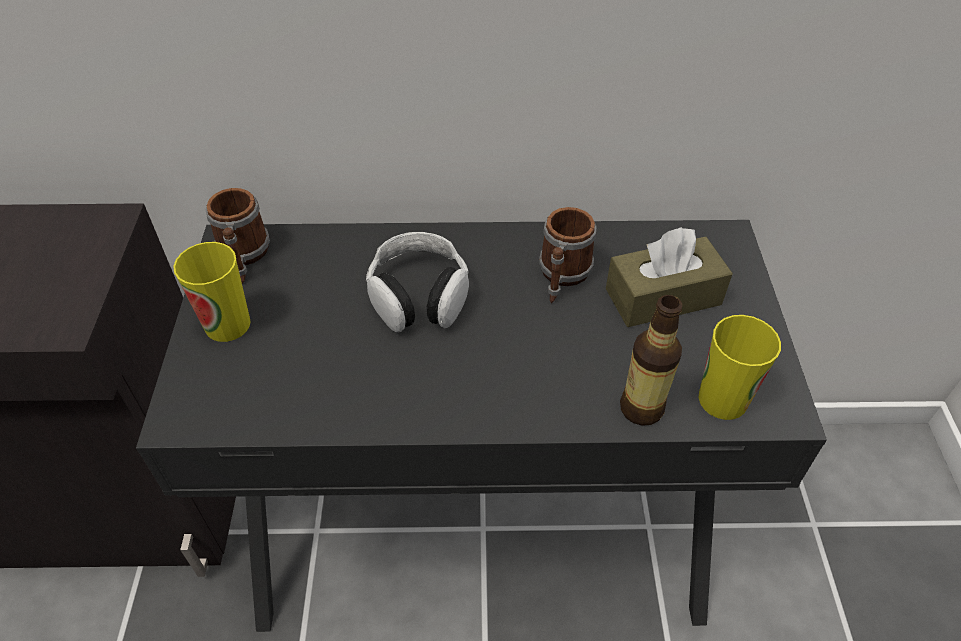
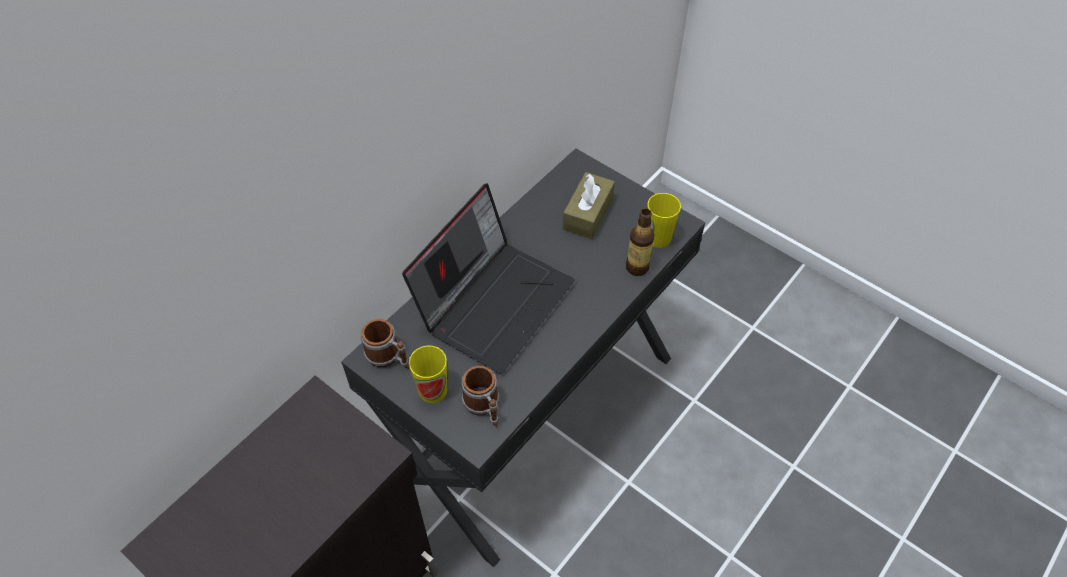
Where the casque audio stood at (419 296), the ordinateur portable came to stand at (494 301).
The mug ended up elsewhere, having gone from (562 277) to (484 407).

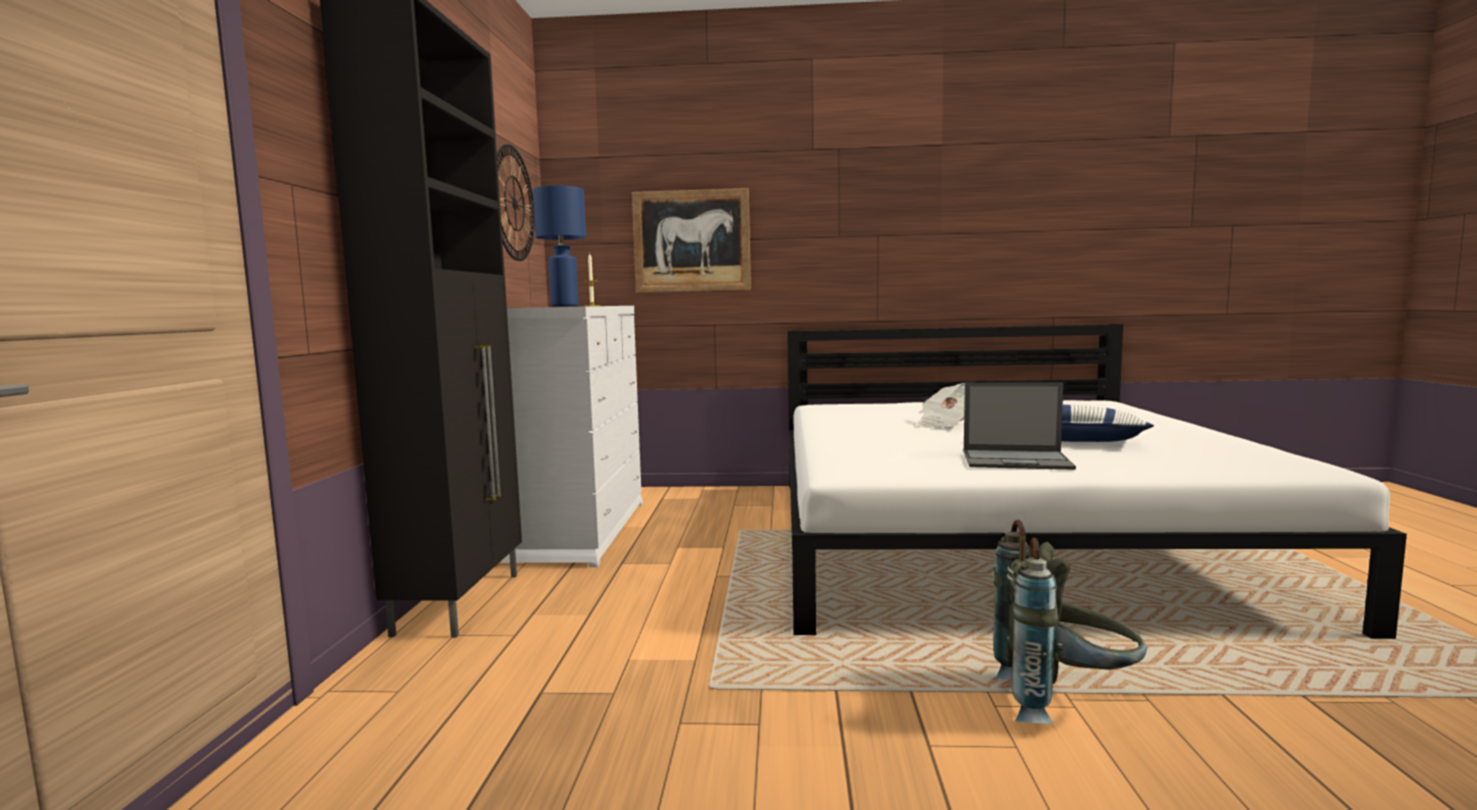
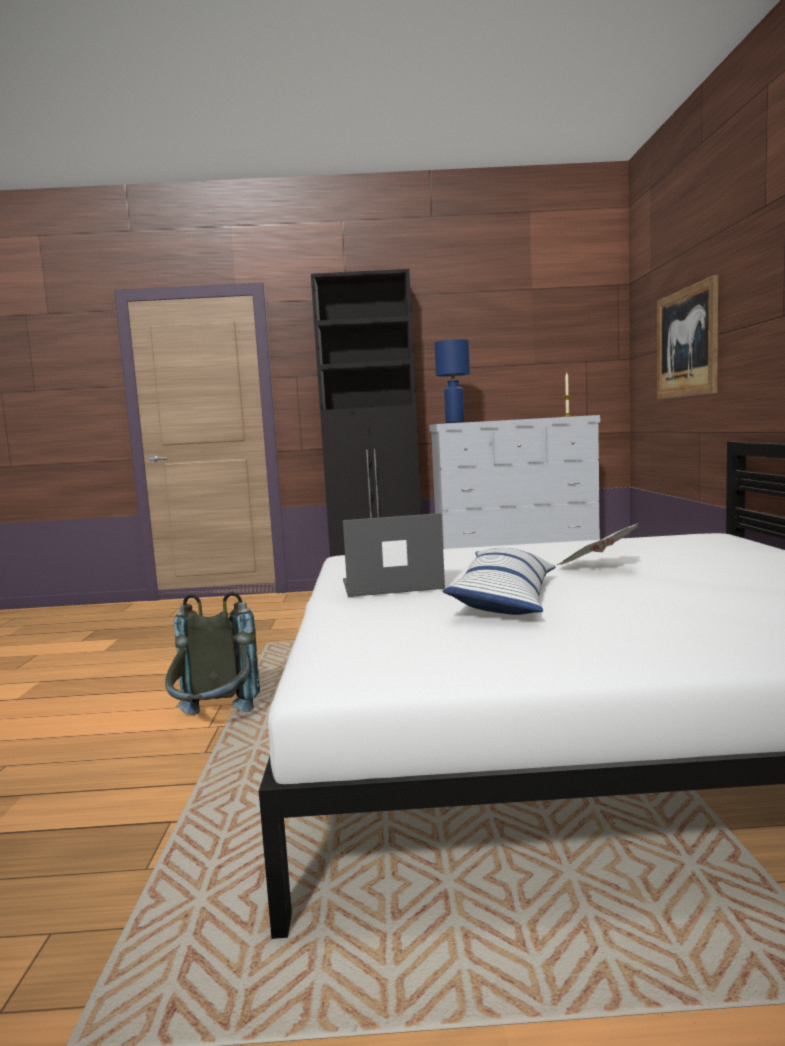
The second view lost the horloge murale at (514 203).
The ordinateur portable at (1017 460) ended up facing another way, 75 degrees clockwise from before.

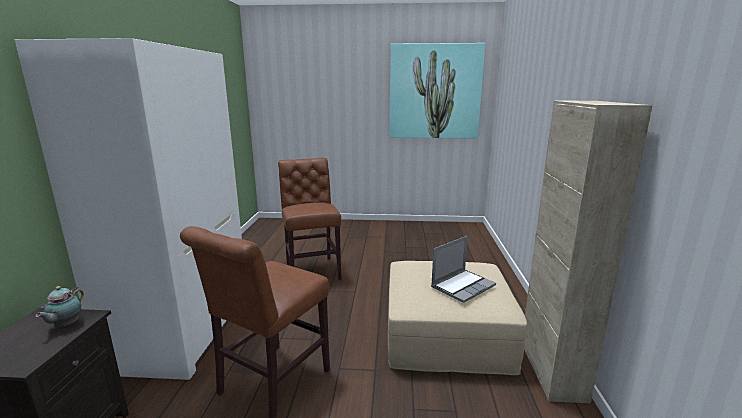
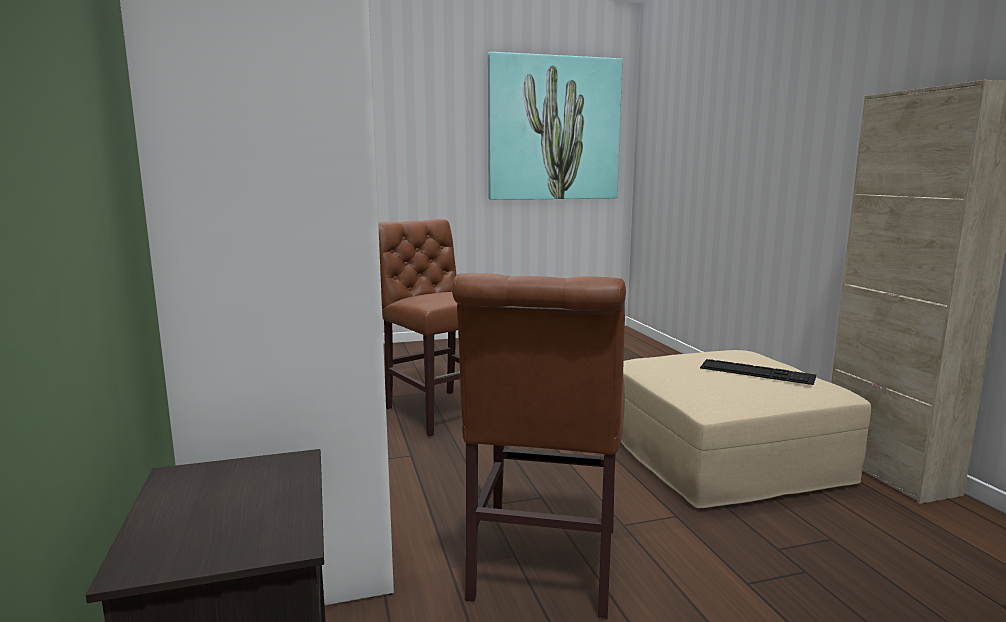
The second view lost the théière at (66 325).
Where the ordinateur portable stood at (463 286), the clavier came to stand at (756 372).

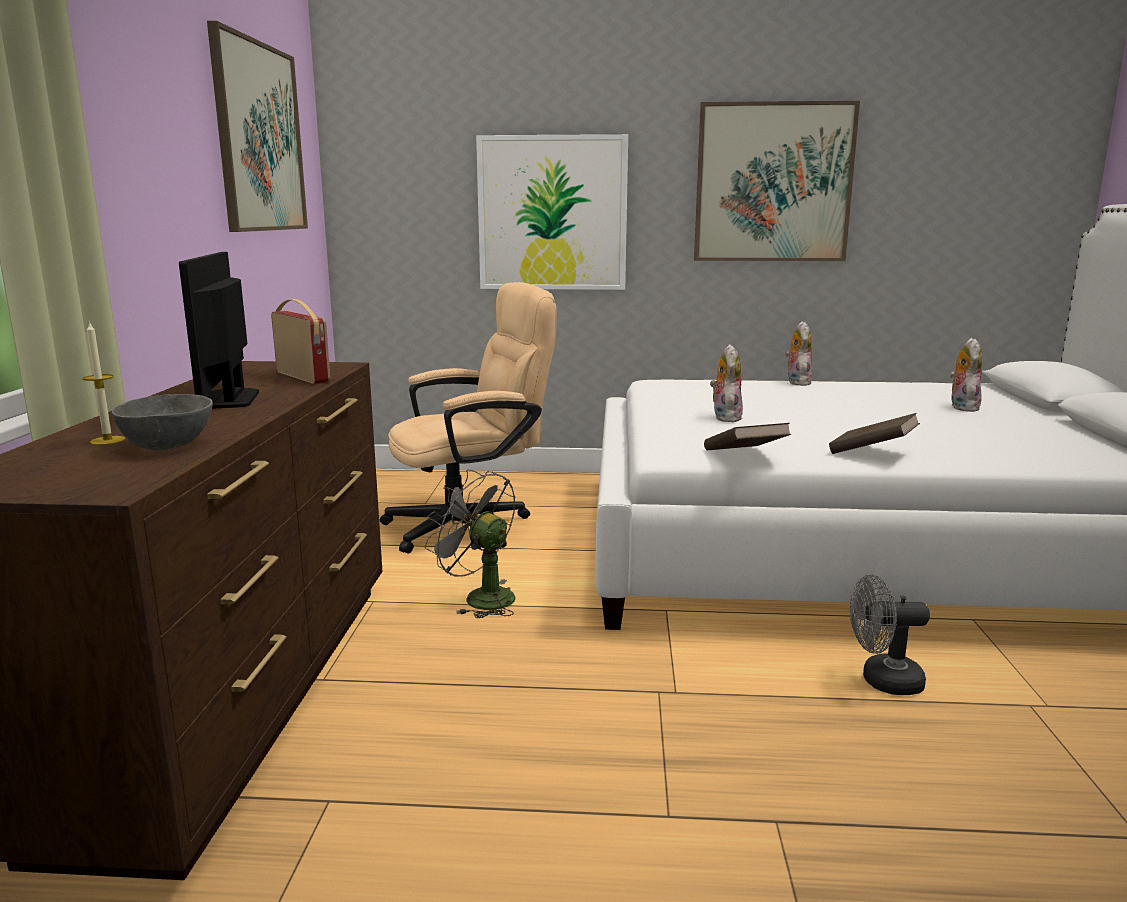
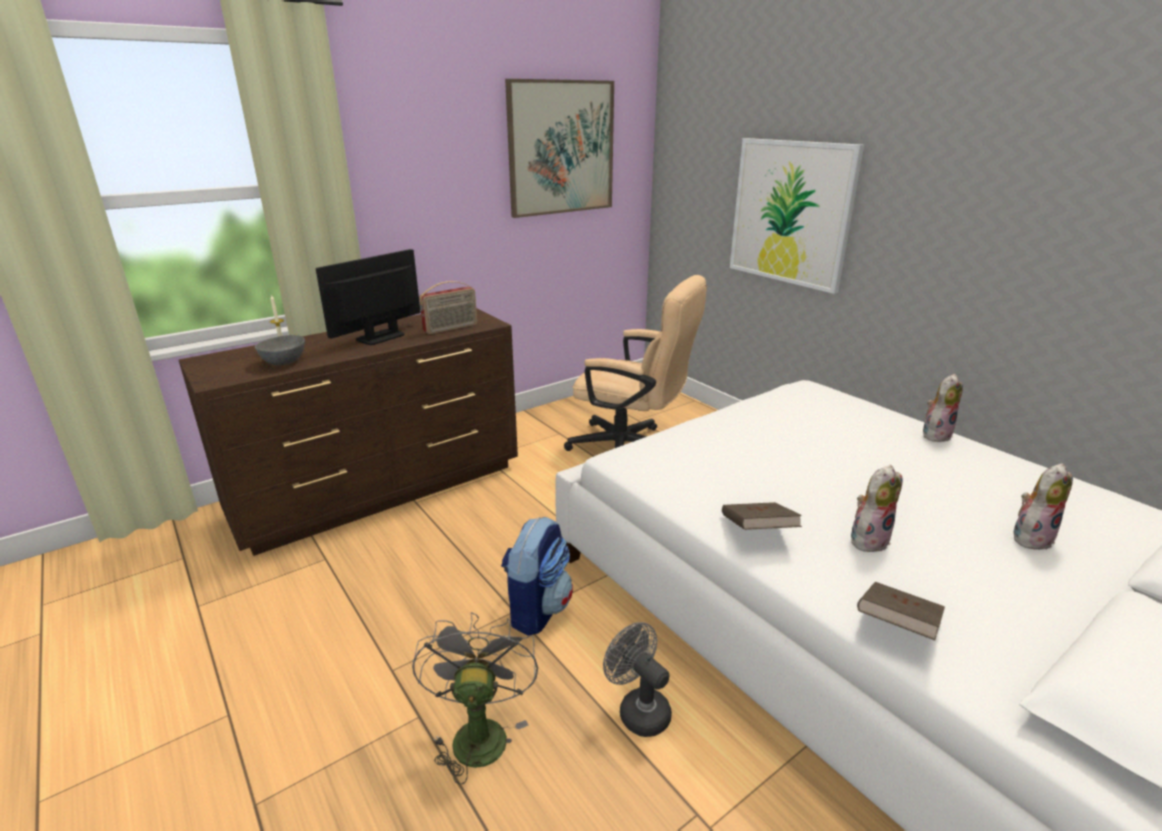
The radio at (304 376) ended up facing another way, 45 degrees clockwise from before.
The ventilateur/gris ended up elsewhere, having gone from (480 597) to (478 732).
The second view lost the tableau at (773 183).
The livre/marron ended up elsewhere, having gone from (744 456) to (896 626).
The peluche ended up elsewhere, having gone from (725 417) to (868 539).
The second view gained the sac à dos at (537 609).

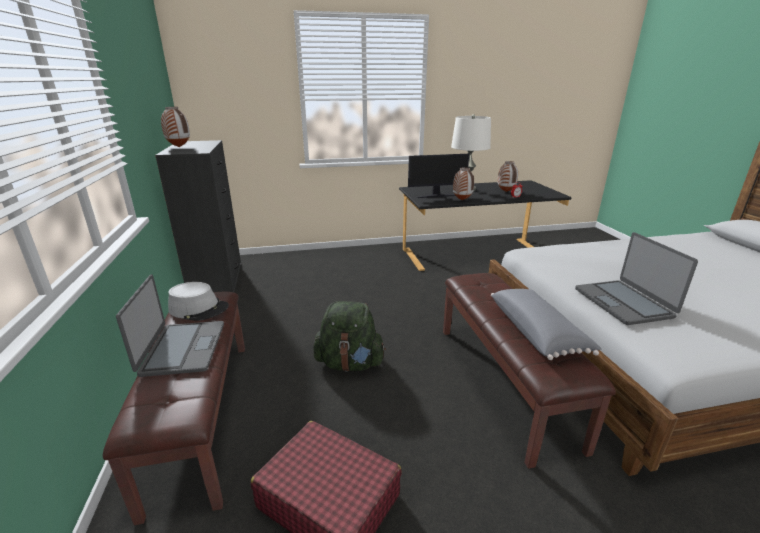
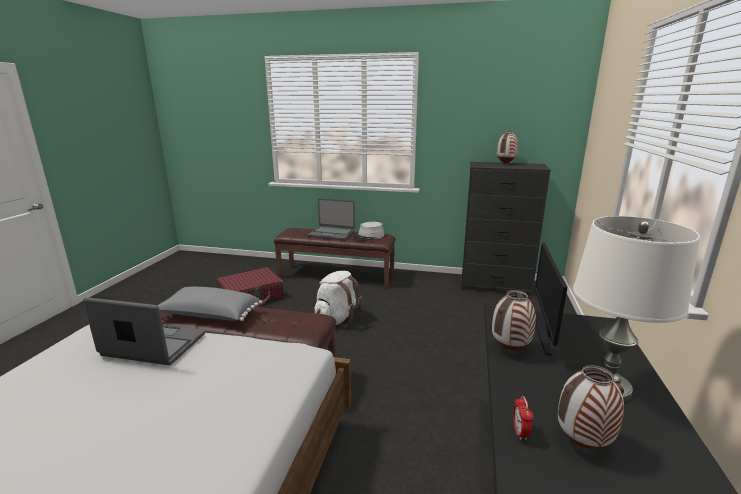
What was the sac à dos/vert at (350 363) turned into the sac à dos/blanc at (337 319).

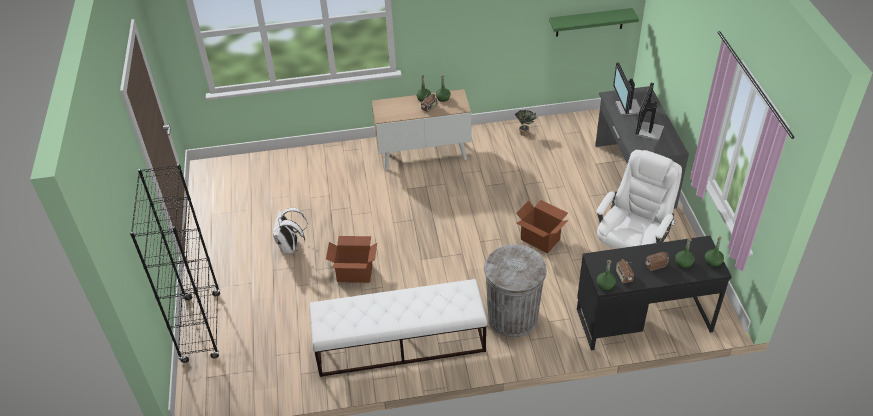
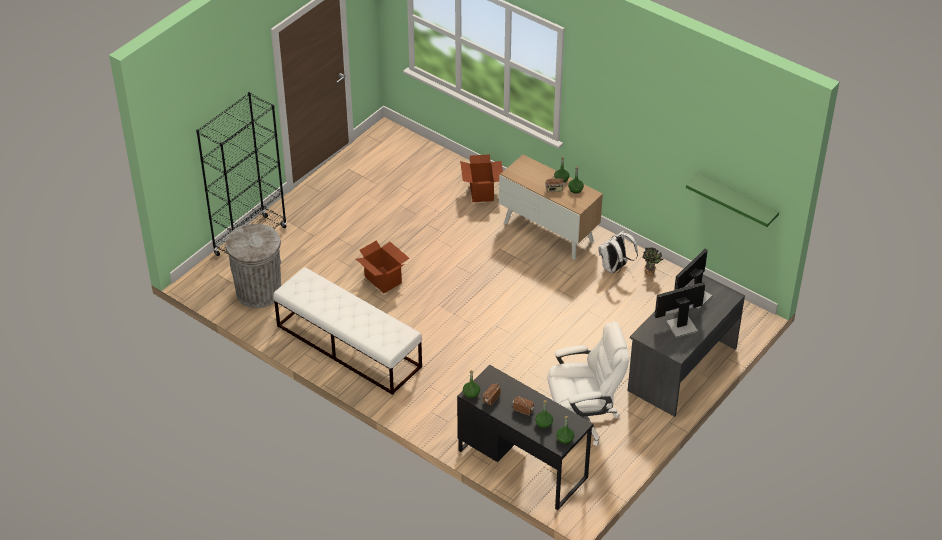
The sac à dos/blanc ended up elsewhere, having gone from (291 247) to (615 268).
The poubelle/gris ended up elsewhere, having gone from (513 317) to (259 292).
The carton ended up elsewhere, having gone from (540 239) to (482 191).

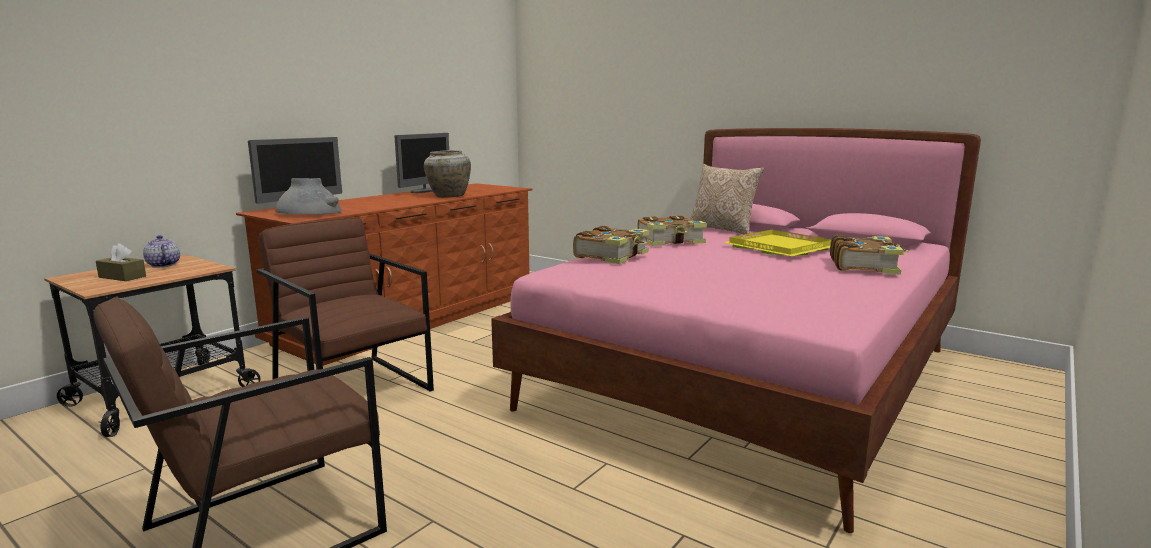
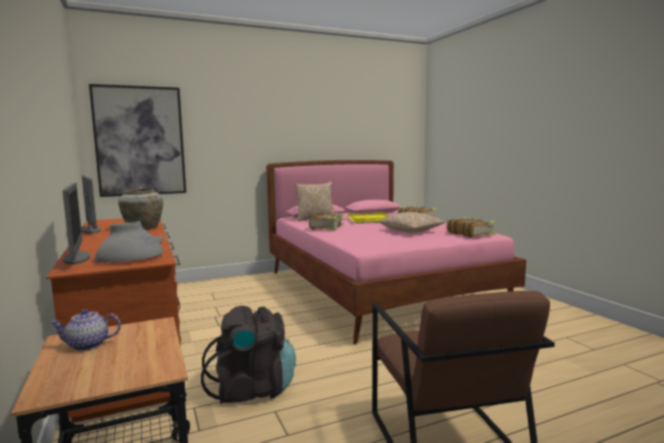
The second view lost the boîte à mouchoirs/marron at (122 277).
Where the fauteuil/marron stood at (353 388), the sac à dos/noir came to stand at (252 389).
The livre ended up elsewhere, having gone from (613 255) to (470 233).
The second view gained the tableau at (140 141).
The second view gained the coussin at (411 231).

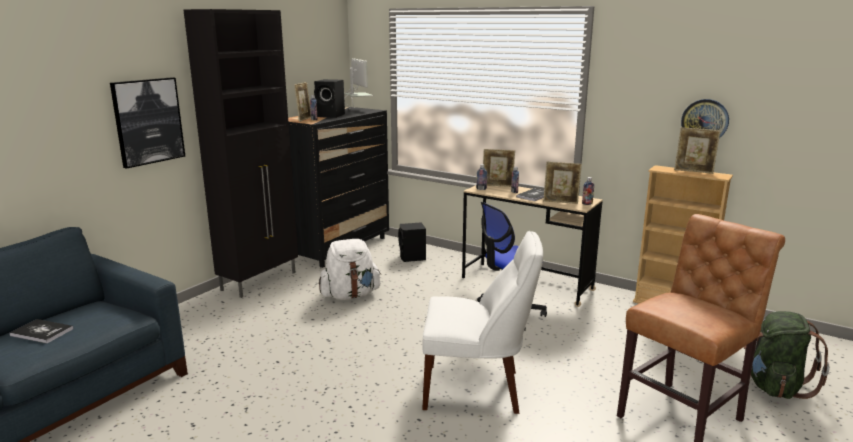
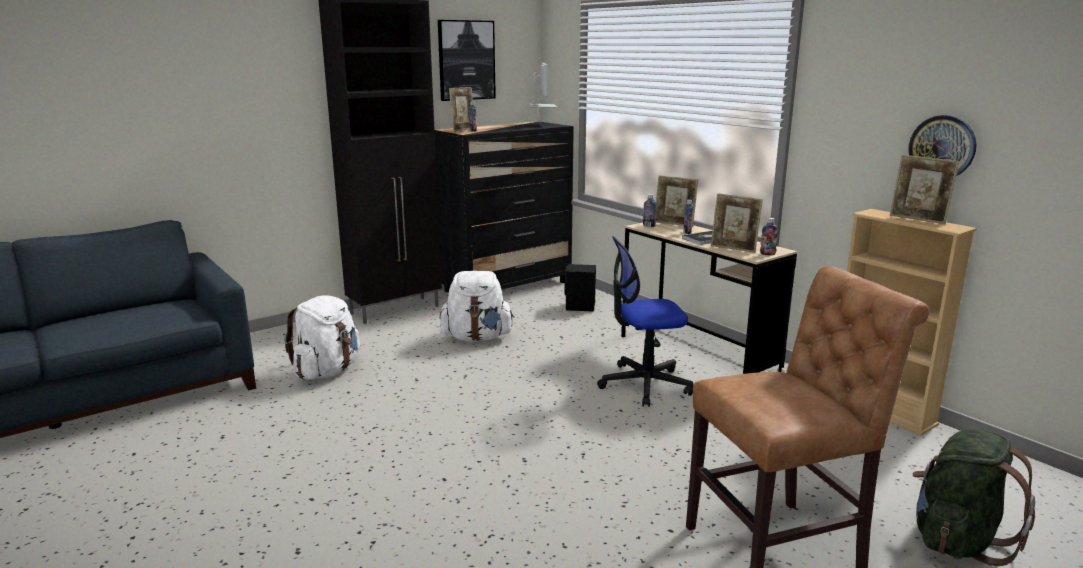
The second view lost the livre at (42 332).
The tableau ended up elsewhere, having gone from (148 121) to (466 60).
The second view lost the enceinte/noir at (331 116).
The second view lost the chaise/blanc at (477 389).
The second view gained the sac à dos/blanc at (327 371).

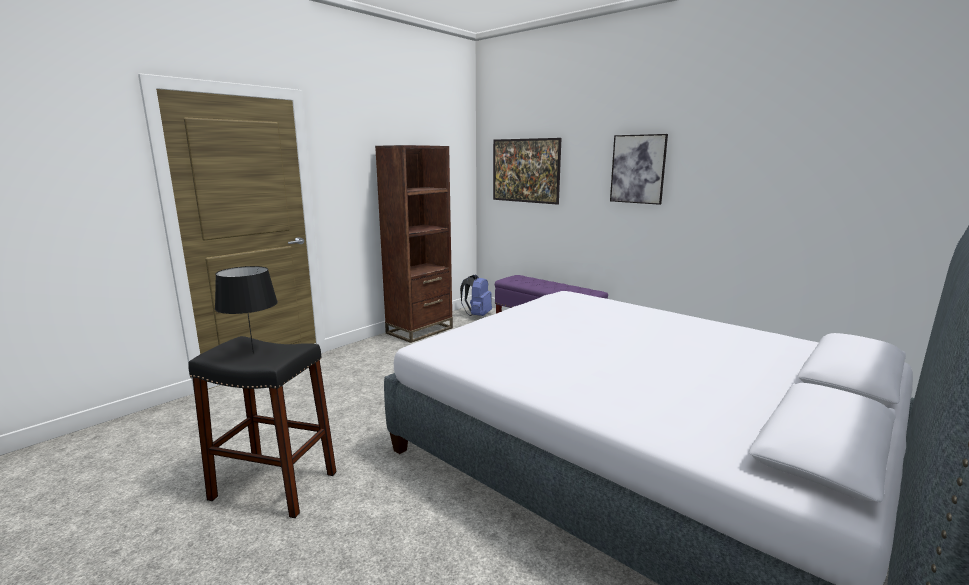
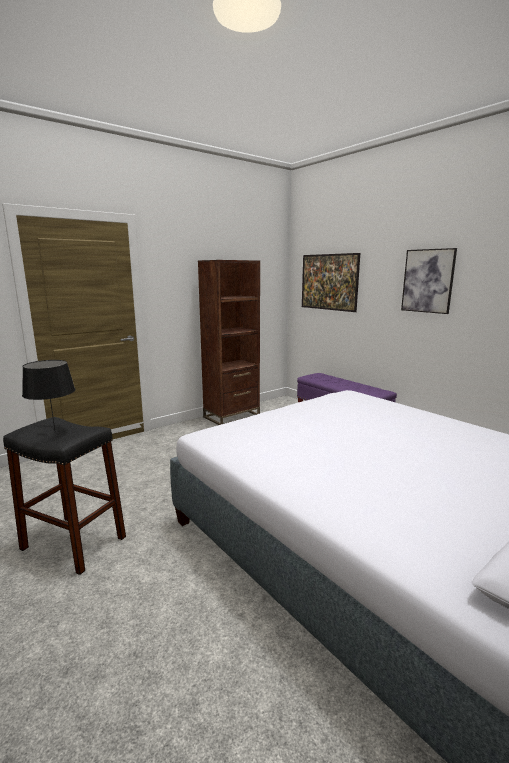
The second view lost the sac à dos/bleu at (477 315).

